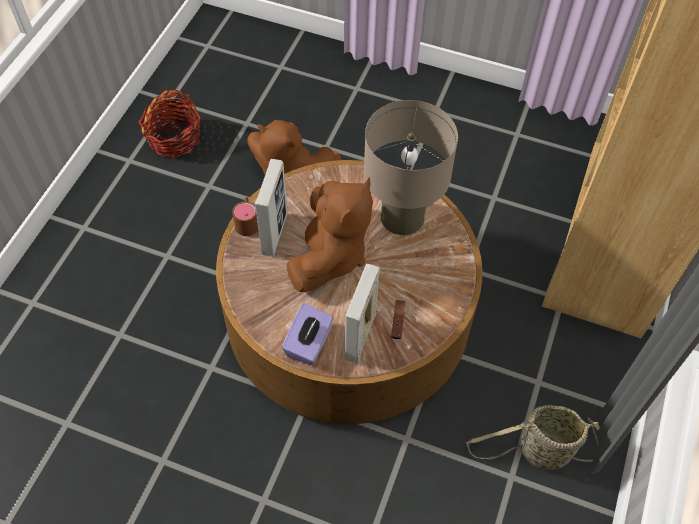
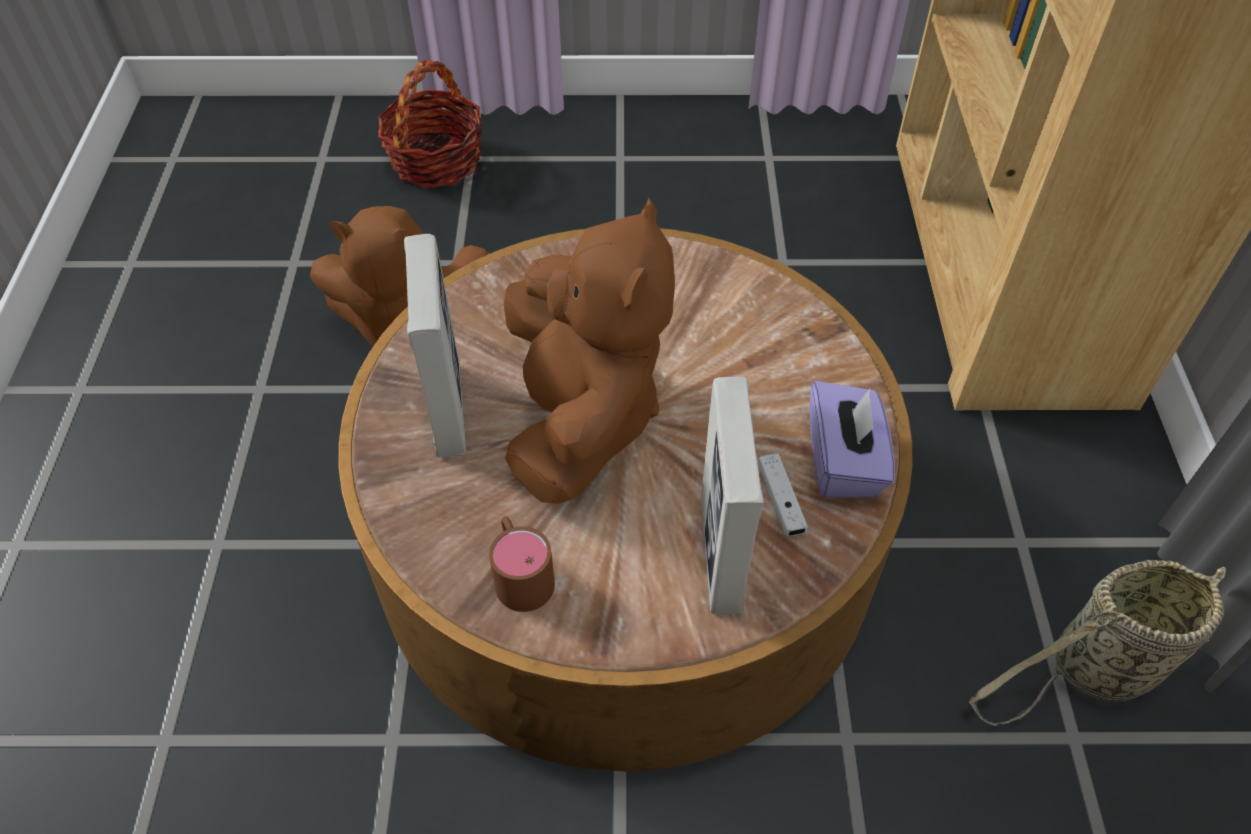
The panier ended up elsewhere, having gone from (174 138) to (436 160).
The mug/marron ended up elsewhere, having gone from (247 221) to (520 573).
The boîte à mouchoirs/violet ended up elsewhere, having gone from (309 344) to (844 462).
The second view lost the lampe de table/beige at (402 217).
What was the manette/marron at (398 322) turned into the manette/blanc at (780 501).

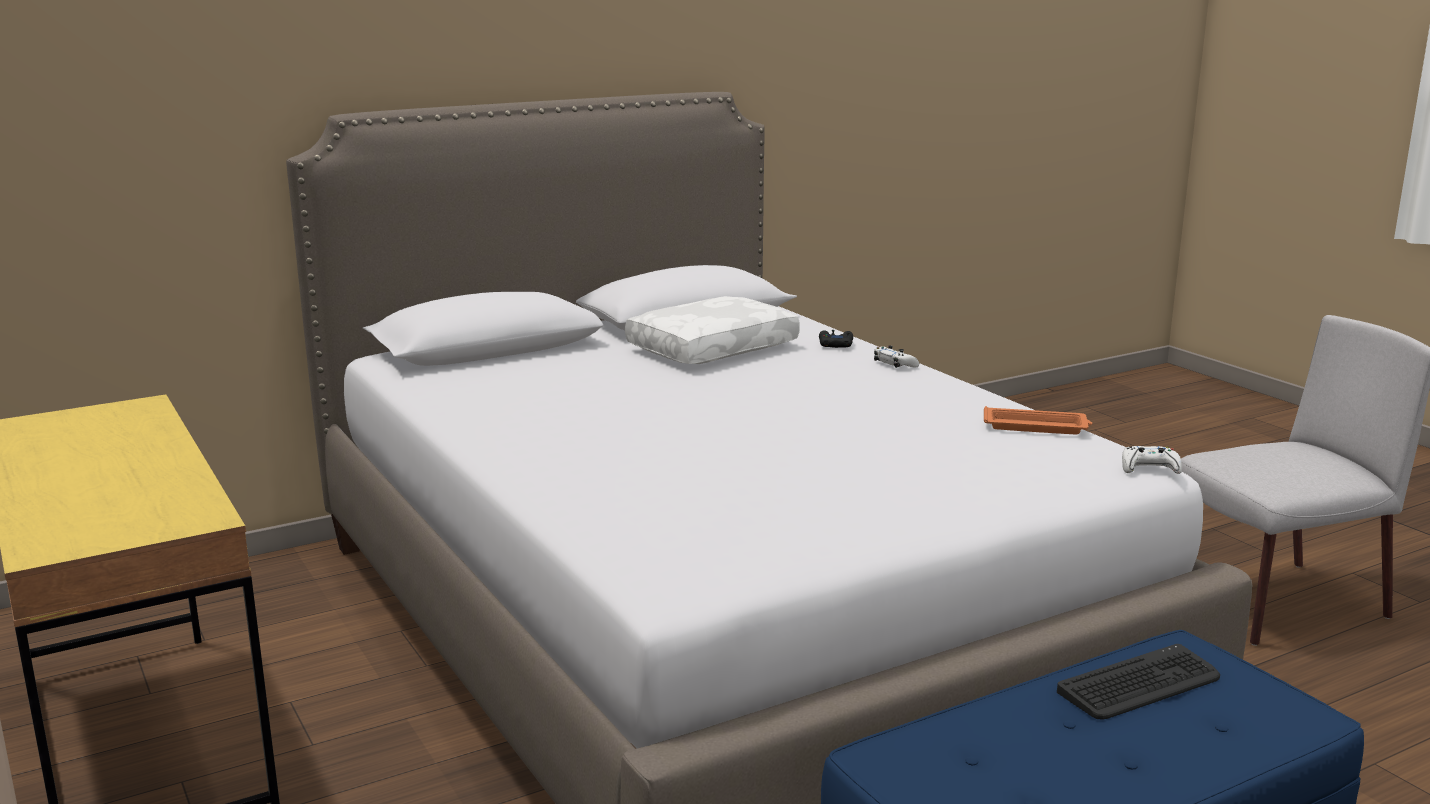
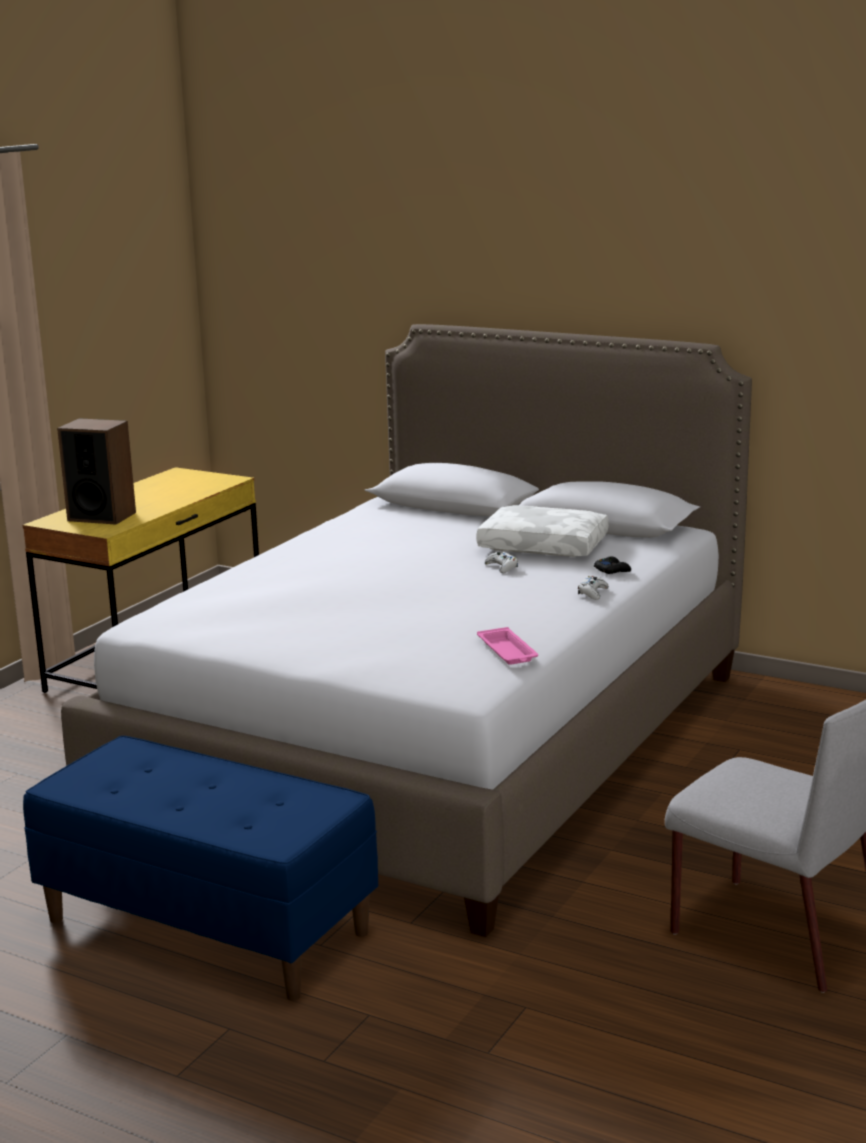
What was the plateau/orange at (1037 427) turned into the plateau/rose at (507 652).
The second view lost the clavier at (1140 684).
The manette/blanc ended up elsewhere, having gone from (1149 468) to (502 567).
The second view gained the enceinte at (102 516).

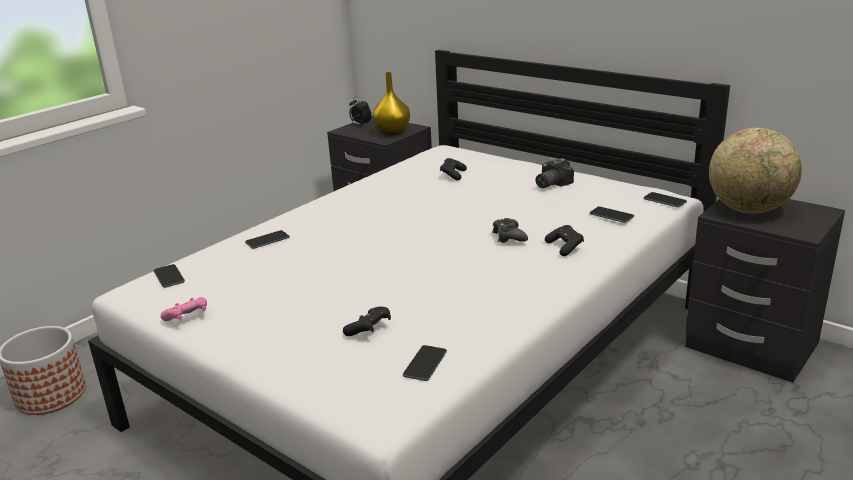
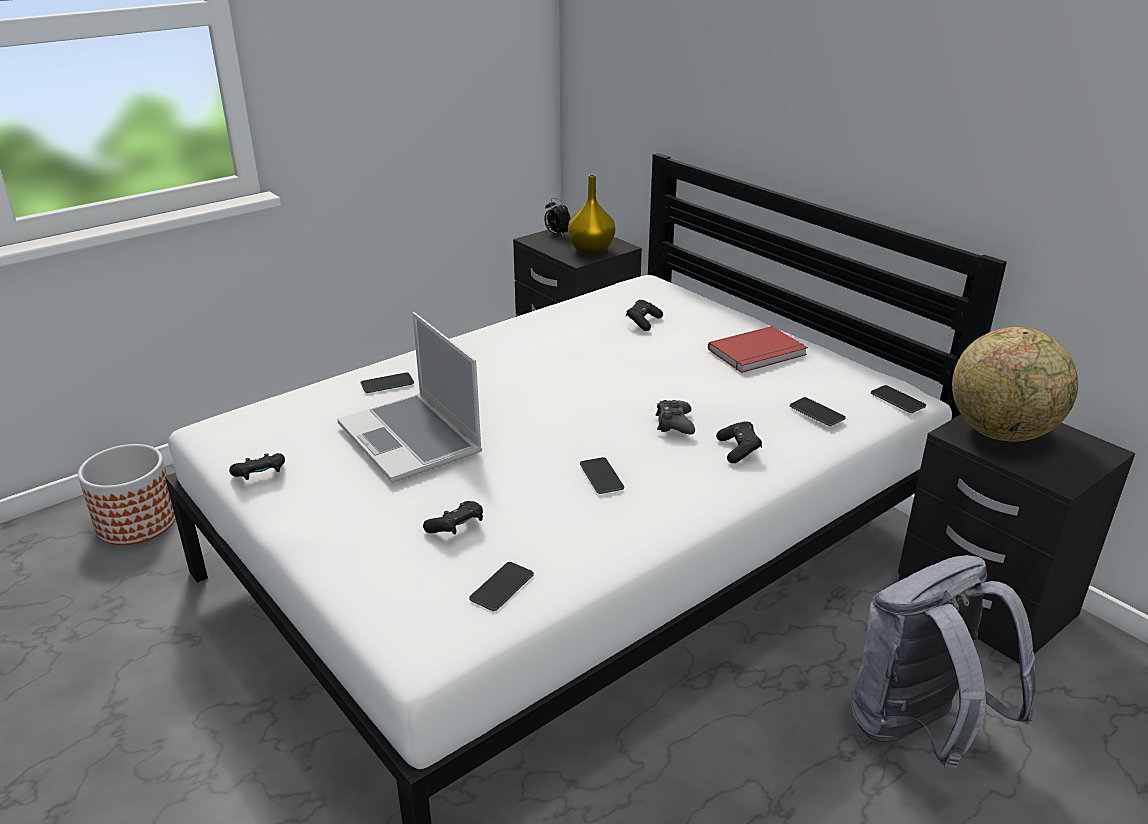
The téléphone ended up elsewhere, having gone from (169 276) to (601 476).
What was the manette/rose at (188 317) turned into the manette/noir at (260 476).
Where the appareil photo stood at (550 184), the livre/rouge came to stand at (759 353).
The second view gained the ordinateur portable at (412 440).
The second view gained the sac à dos/gris at (918 731).

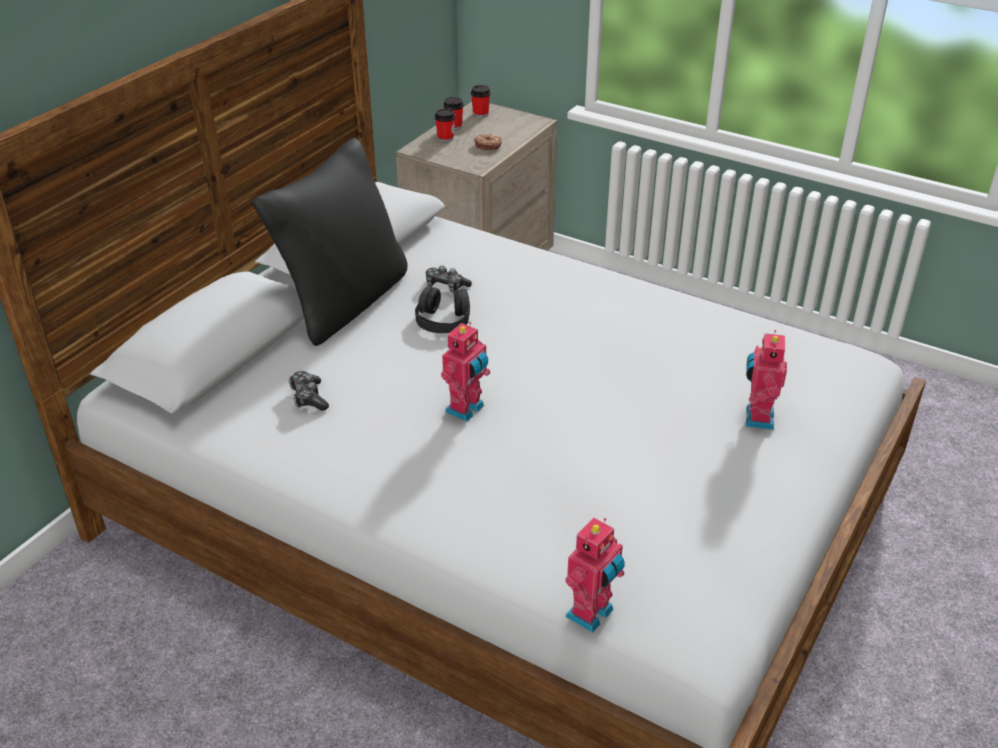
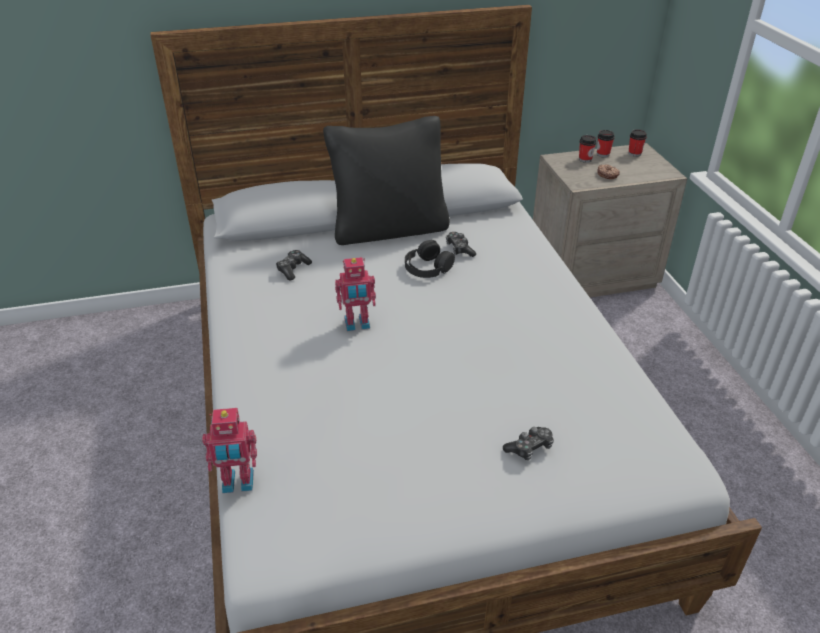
Where the robot jouet stood at (757 418), the manette came to stand at (529 448).

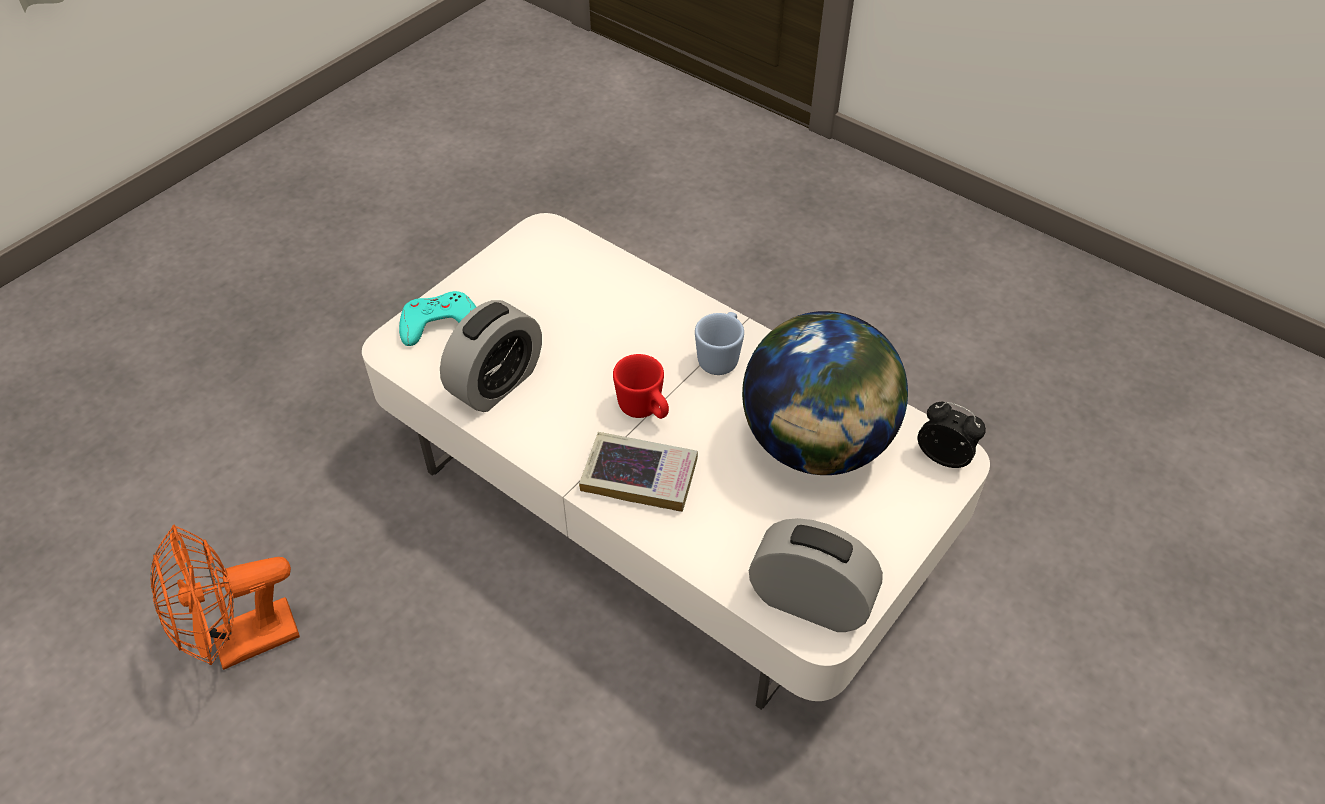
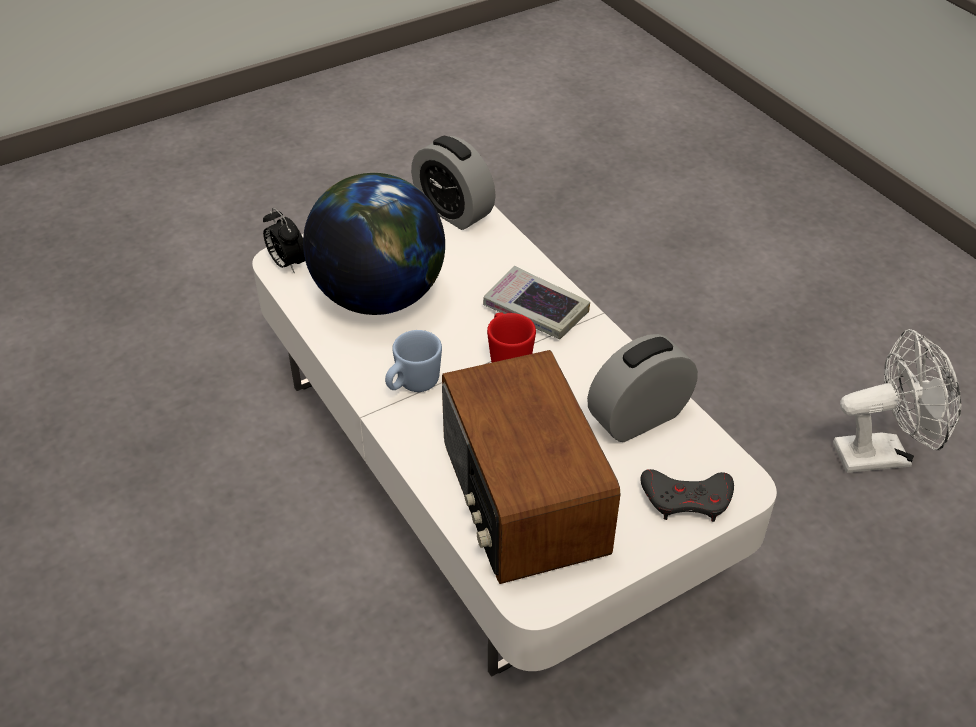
What was the ventilateur/orange at (243 643) turned into the ventilateur/blanc at (882 454).
What was the manette/turquoise at (439 324) turned into the manette/gris at (687 499).
The second view gained the radio at (521 499).

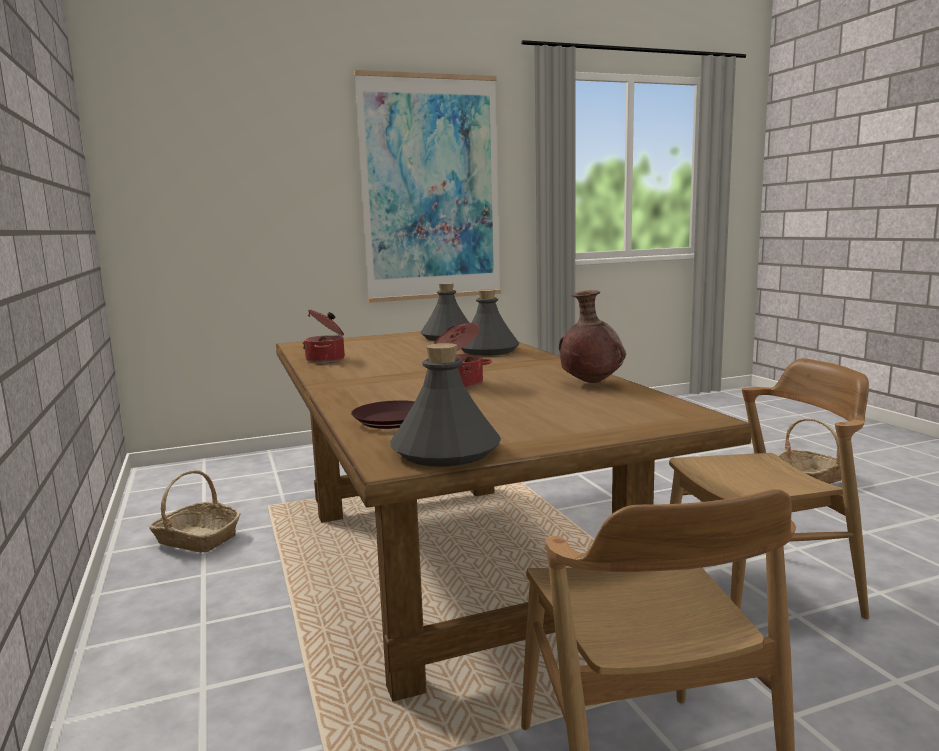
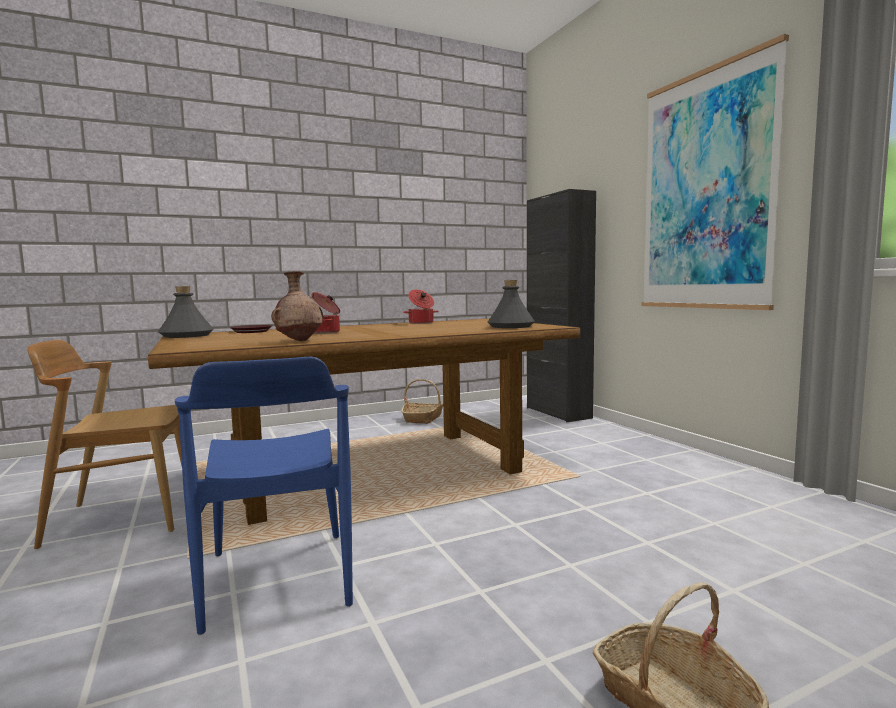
The second view lost the bouteille/gris at (488 351).
What was the chaise/marron at (759 595) turned into the chaise/bleu at (277 578).
The second view gained the meuble de rangement/noir at (558 413).

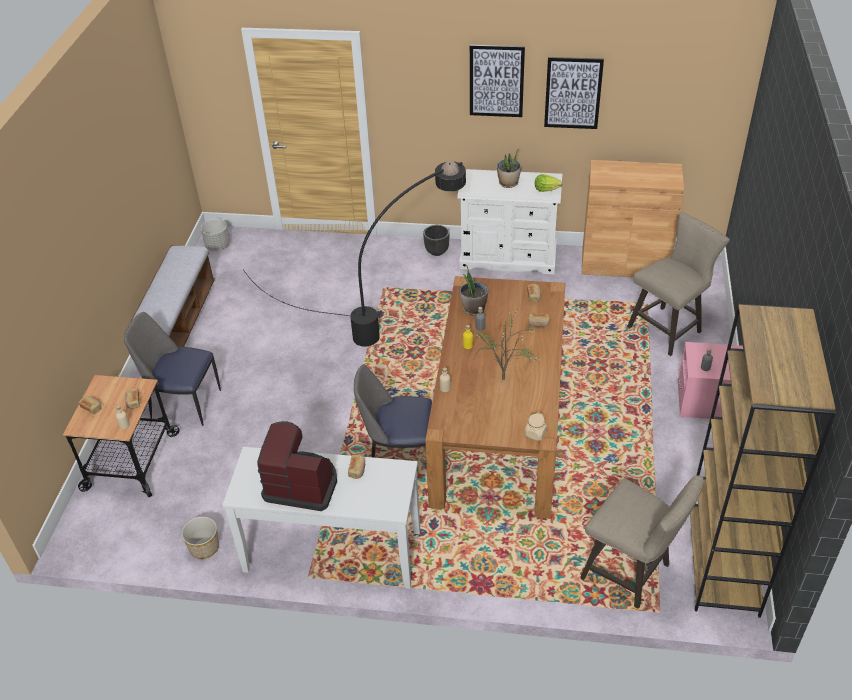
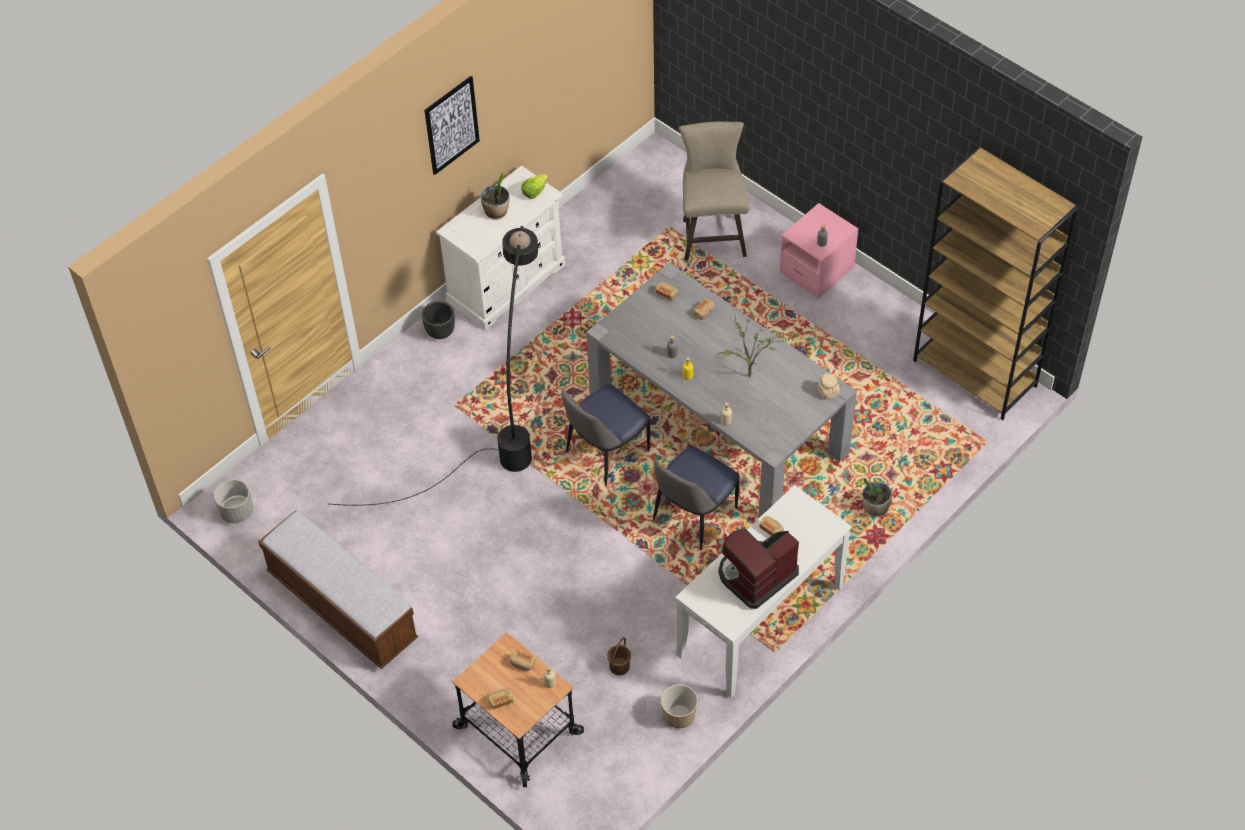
The chaise ended up elsewhere, having gone from (184 403) to (605 454).
What was the table à manger/marron at (499 423) turned into the table à manger/gris at (718 423).
The plante en pot ended up elsewhere, having gone from (473 309) to (875 508).
The second view lost the tableau at (573 93).
The second view lost the tabouret/beige at (631 574).
The second view lost the meuble de rangement/marron at (624 263).
The second view gained the seau/marron at (619 666).

